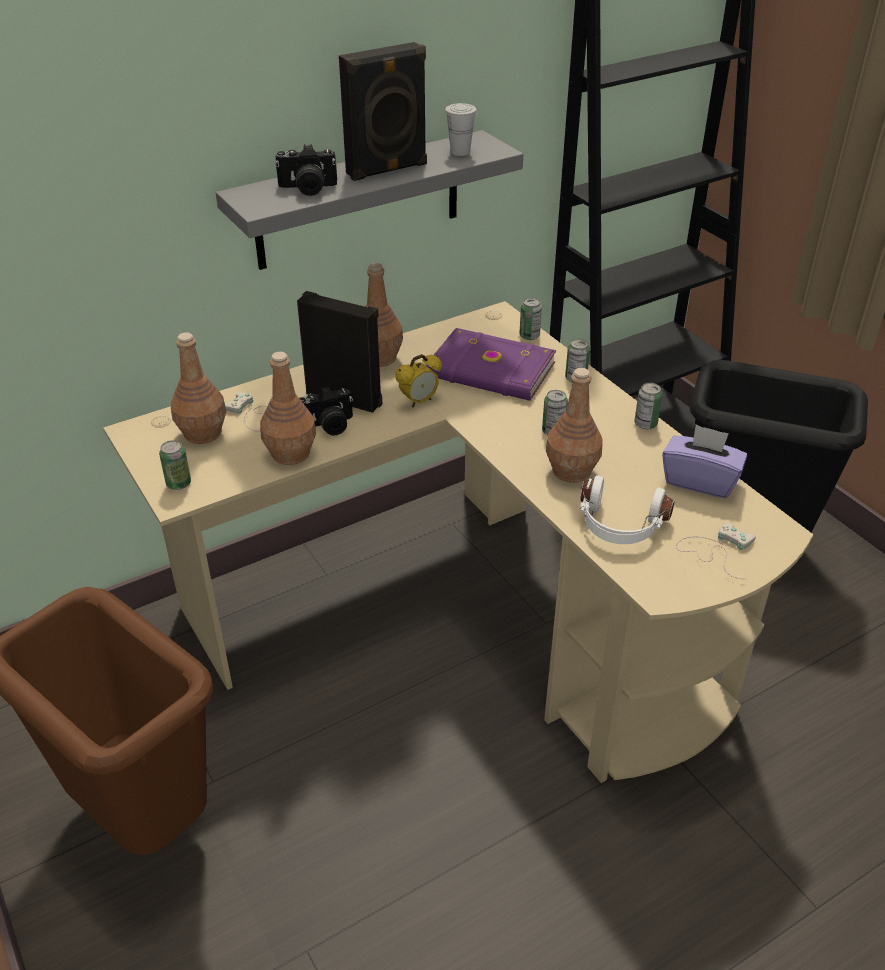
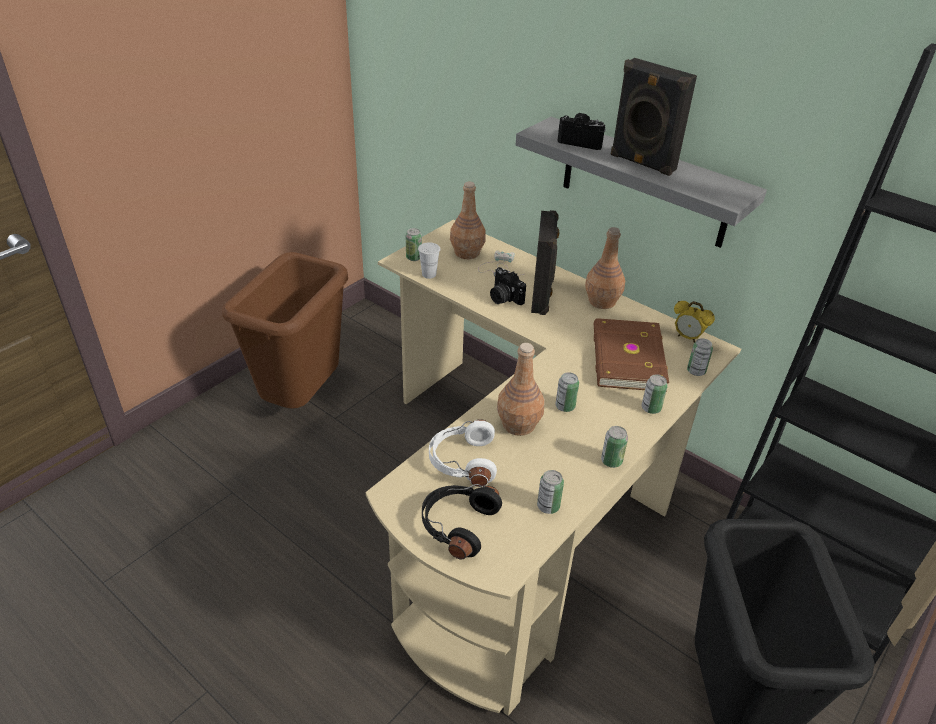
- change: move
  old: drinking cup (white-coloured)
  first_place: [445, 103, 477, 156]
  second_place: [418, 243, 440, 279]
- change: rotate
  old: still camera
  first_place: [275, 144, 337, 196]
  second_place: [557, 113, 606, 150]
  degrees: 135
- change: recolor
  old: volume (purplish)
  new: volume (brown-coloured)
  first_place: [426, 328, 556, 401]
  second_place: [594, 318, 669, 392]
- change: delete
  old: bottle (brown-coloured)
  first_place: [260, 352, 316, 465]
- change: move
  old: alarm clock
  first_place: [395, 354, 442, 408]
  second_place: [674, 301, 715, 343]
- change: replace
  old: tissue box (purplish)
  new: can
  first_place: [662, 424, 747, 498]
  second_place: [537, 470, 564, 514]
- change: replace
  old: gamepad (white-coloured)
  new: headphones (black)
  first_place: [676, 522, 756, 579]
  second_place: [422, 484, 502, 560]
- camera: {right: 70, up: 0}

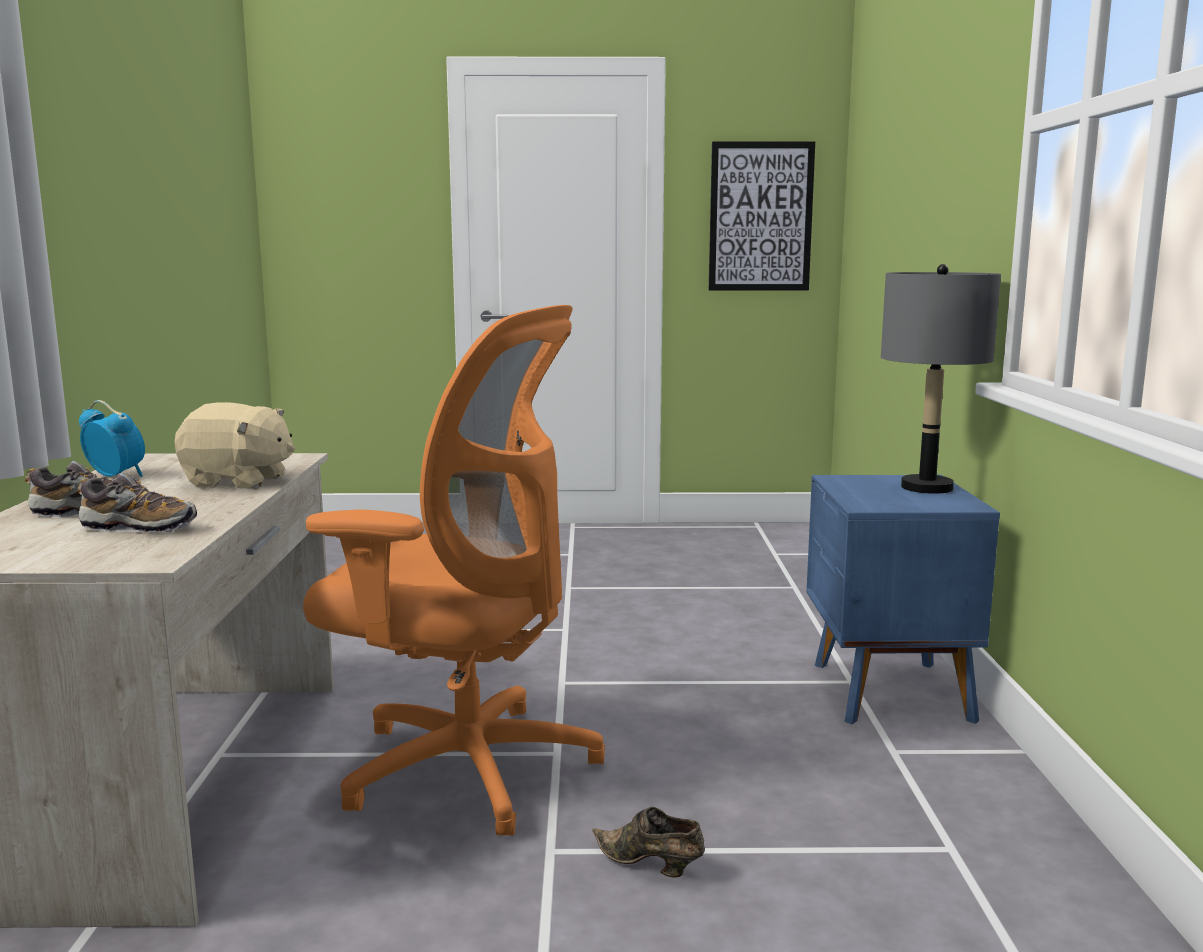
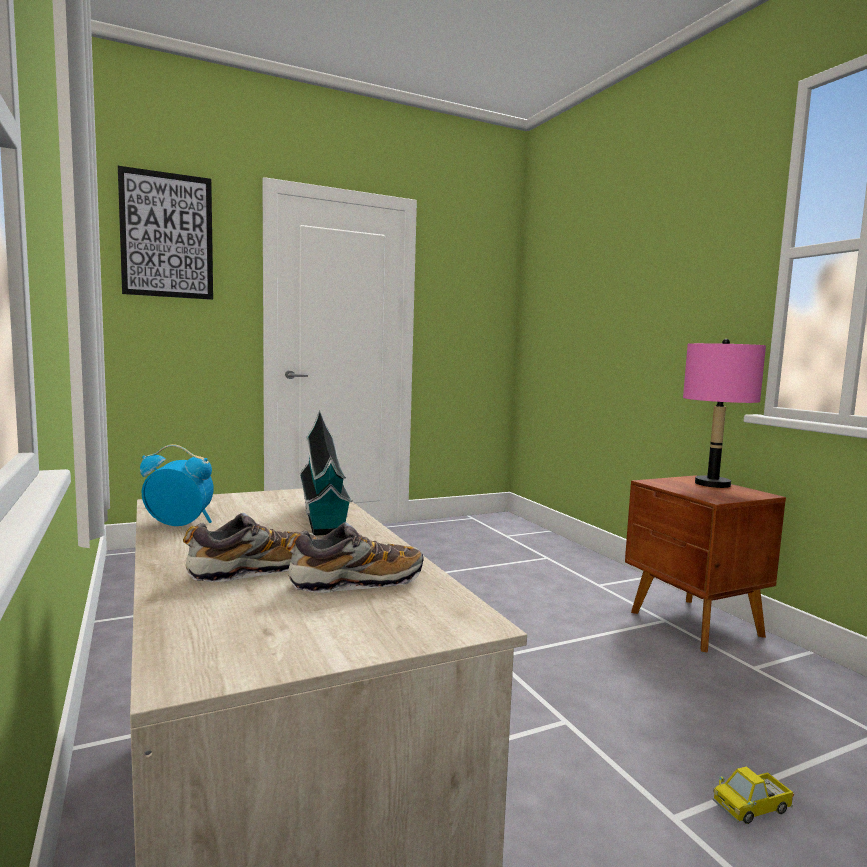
- change: move
  old: wall art
  first_place: [709, 141, 815, 290]
  second_place: [118, 166, 213, 300]
- change: recolor
  old: tabletop lamp (greyish)
  new: tabletop lamp (pink)
  first_place: [881, 264, 1001, 494]
  second_place: [683, 339, 766, 488]
- change: delete
  old: computer chair (orangey)
  first_place: [303, 305, 605, 836]
- change: replace
  old: cuddly toy (beige-coloured)
  new: toy house
  first_place: [175, 402, 295, 489]
  second_place: [300, 410, 353, 536]
- change: recolor
  old: bedside table (blue-coloured)
  new: bedside table (brown-coloured)
  first_place: [806, 475, 1000, 724]
  second_place: [625, 475, 786, 653]
- change: replace
  old: shoe (brown-coloured)
  new: toy truck
  first_place: [592, 807, 705, 878]
  second_place: [713, 766, 794, 824]
- camera: {right: -25, up: -5}

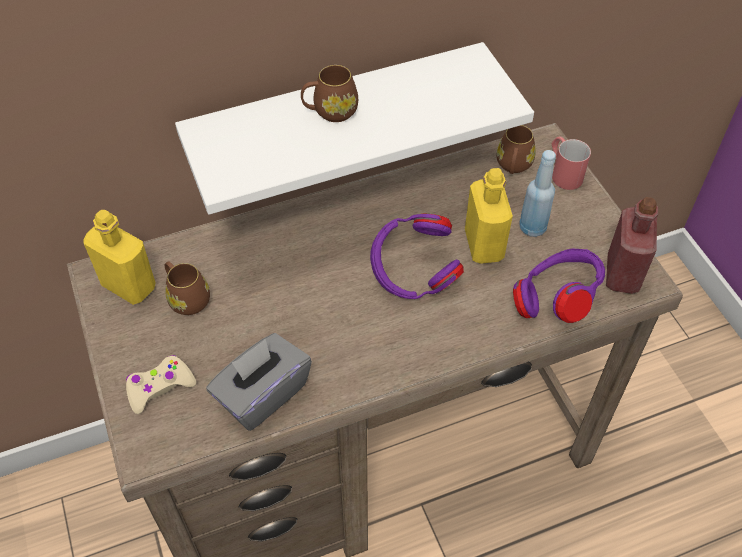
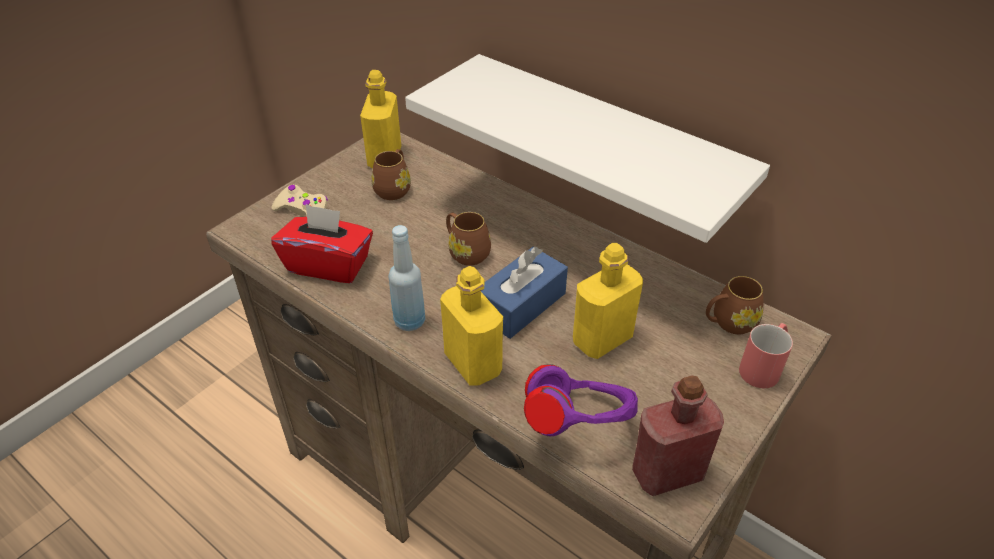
- change: move
  old: tea mug (brown-coloured)
  first_place: [301, 65, 358, 122]
  second_place: [446, 212, 491, 266]
- change: move
  old: bottle (blue-coloured)
  first_place: [519, 150, 556, 237]
  second_place: [388, 225, 426, 331]
- change: replace
  old: headphones (purplish)
  new: tissue box (blue-coloured)
  first_place: [370, 213, 464, 299]
  second_place: [481, 247, 568, 339]
- change: recolor
  old: tissue box (greyish)
  new: tissue box (red)
  first_place: [206, 333, 312, 431]
  second_place: [271, 204, 373, 283]
- change: insert
  new: bottle (yellow)
  second_place: [440, 266, 503, 386]
- camera: {right: 60, up: -10}

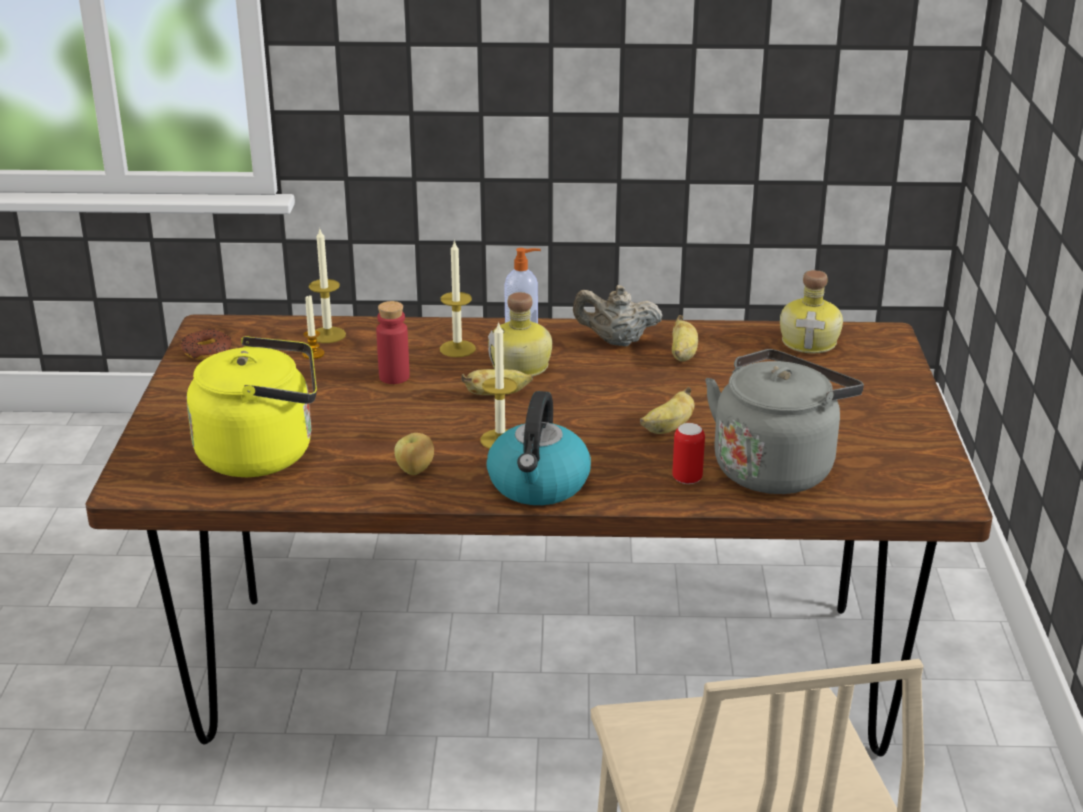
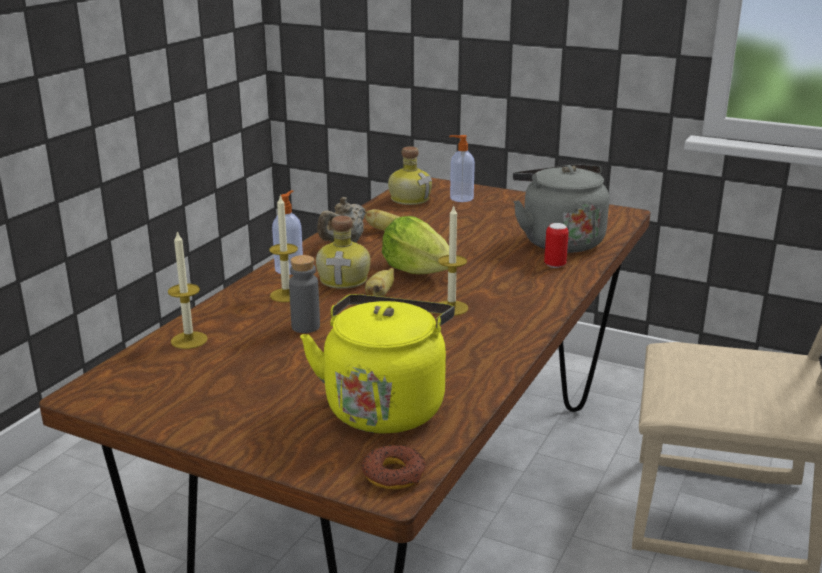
- change: delete
  old: wax candle
  first_place: [302, 294, 325, 359]
- change: recolor
  old: bottle (red)
  new: bottle (greyish)
  first_place: [376, 301, 410, 384]
  second_place: [289, 255, 320, 333]
- change: move
  old: ring doughnut
  first_place: [181, 329, 232, 360]
  second_place: [361, 445, 425, 489]
- change: delete
  old: whole banana
  first_place: [640, 387, 695, 434]
- change: delete
  old: kettle
  first_place: [486, 391, 591, 505]
- change: delete
  old: apple
  first_place: [394, 433, 434, 475]
- change: insert
  new: soap dispenser
  second_place: [449, 135, 475, 202]
- change: insert
  new: lettuce head
  second_place: [382, 216, 449, 274]
- camera: {right: -65, up: -5}

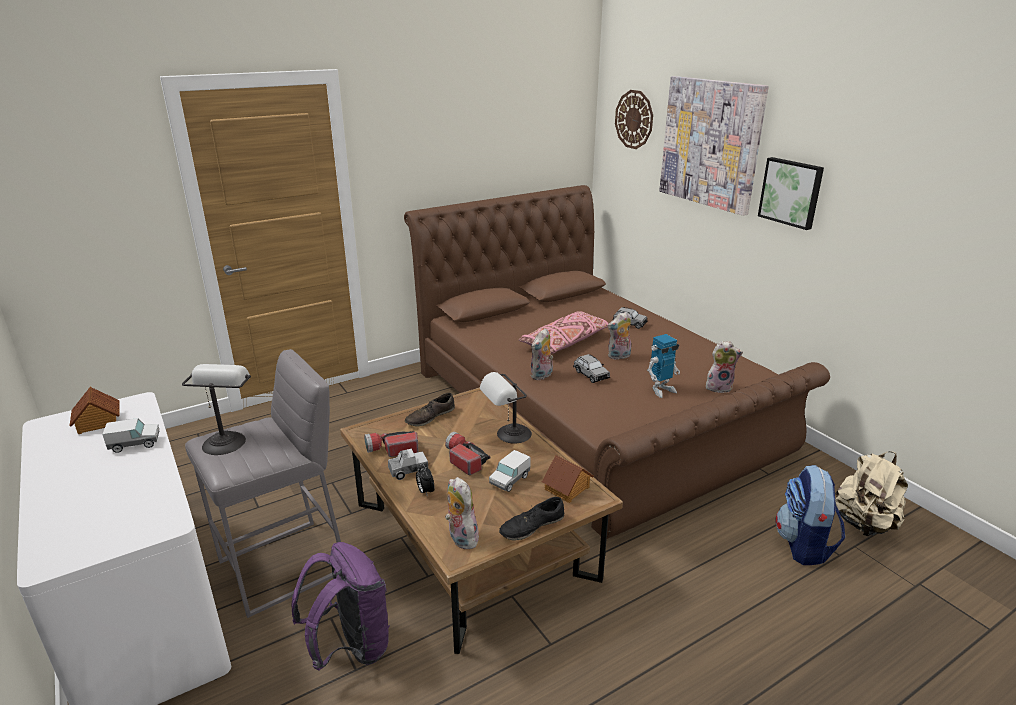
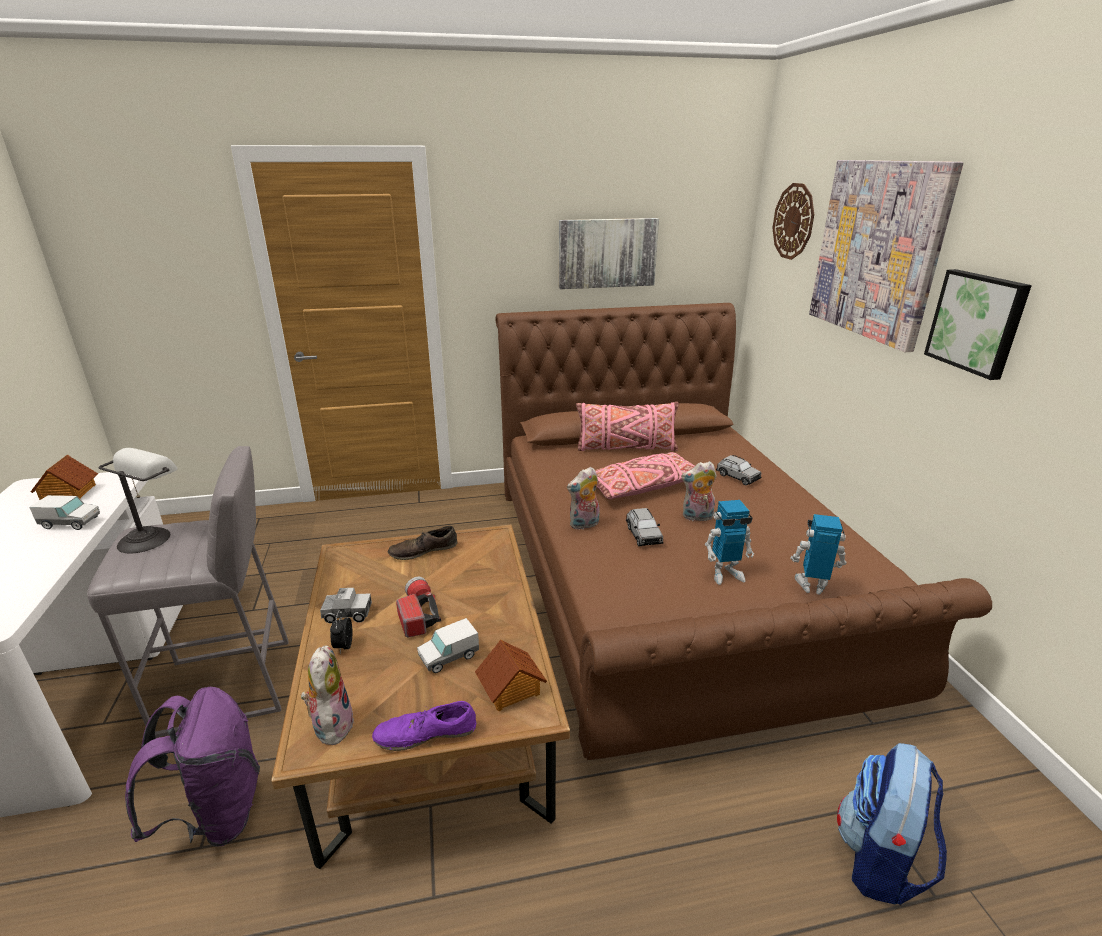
- change: replace
  old: cuddly toy
  new: robot figure
  first_place: [706, 341, 743, 393]
  second_place: [790, 514, 847, 595]
- change: delete
  old: tabletop lamp
  first_place: [480, 372, 532, 444]
- change: delete
  old: torch
  first_place: [364, 431, 419, 457]
- change: delete
  old: knapsack (beige-coloured)
  first_place: [835, 451, 908, 537]
- change: recolor
  old: shoe (black)
  new: shoe (purplish)
  first_place: [499, 497, 564, 540]
  second_place: [372, 701, 476, 751]
- change: insert
  new: wall art
  second_place: [559, 218, 659, 289]
- change: insert
  new: pillow (pink)
  second_place: [576, 402, 679, 451]
- camera: {right: 20, up: 0}

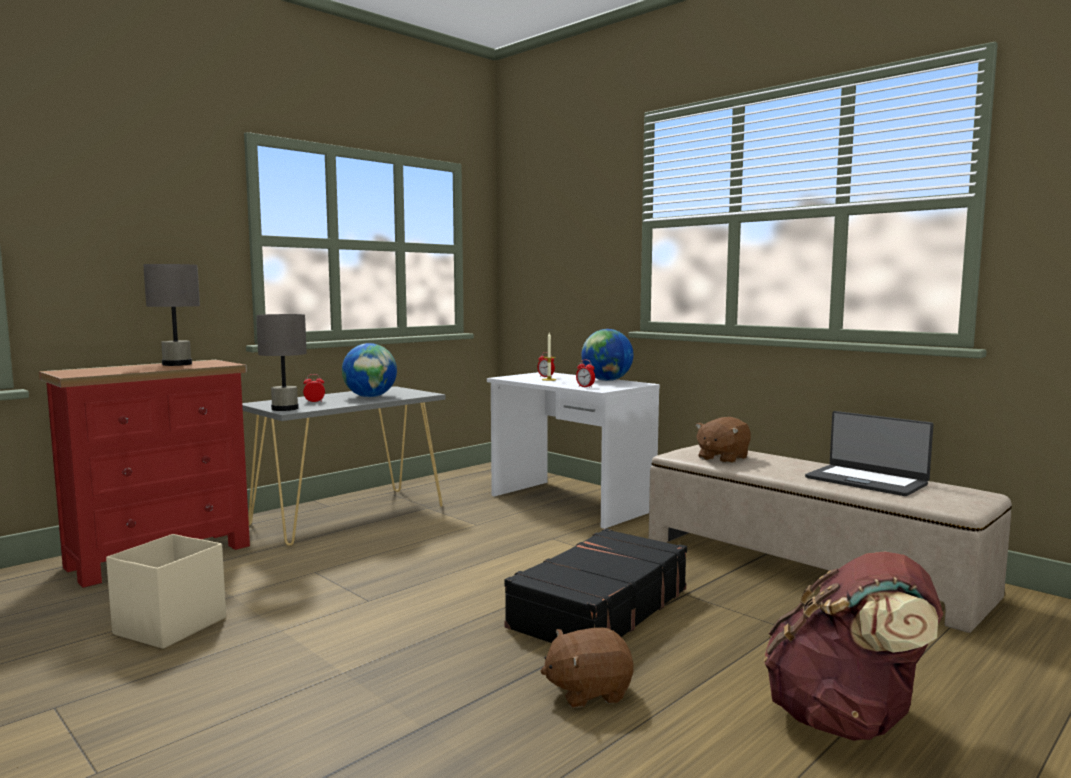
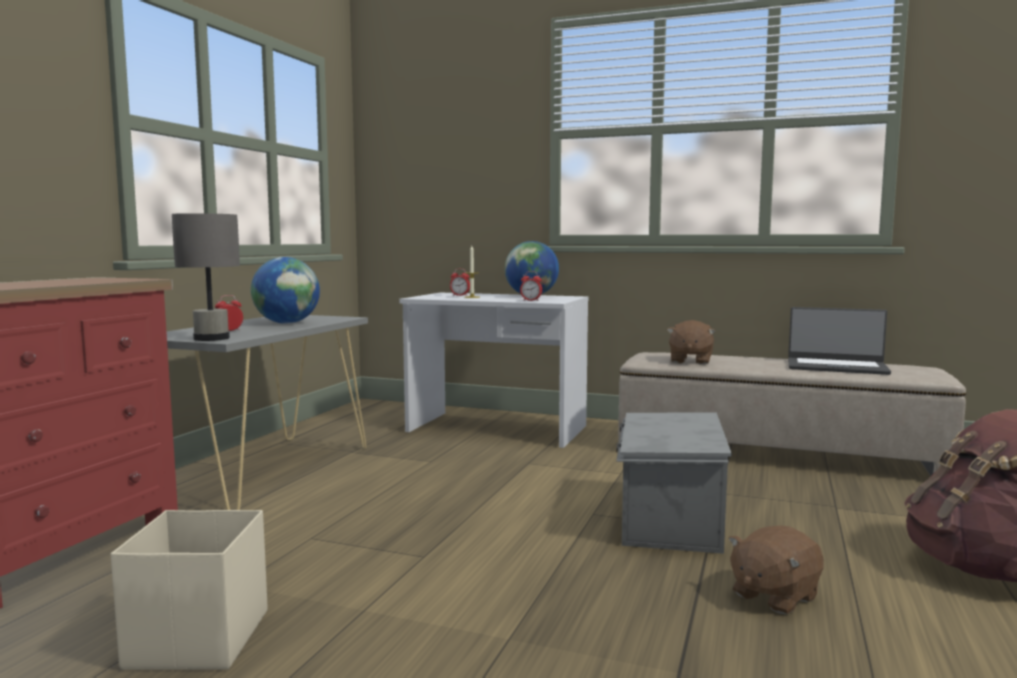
- change: delete
  old: tabletop lamp (greyish)
  first_place: [144, 264, 200, 366]
- change: replace
  old: travel case (black)
  new: storage bin (greyish)
  first_place: [504, 528, 687, 643]
  second_place: [616, 413, 732, 554]
- camera: {right: -25, up: 0}

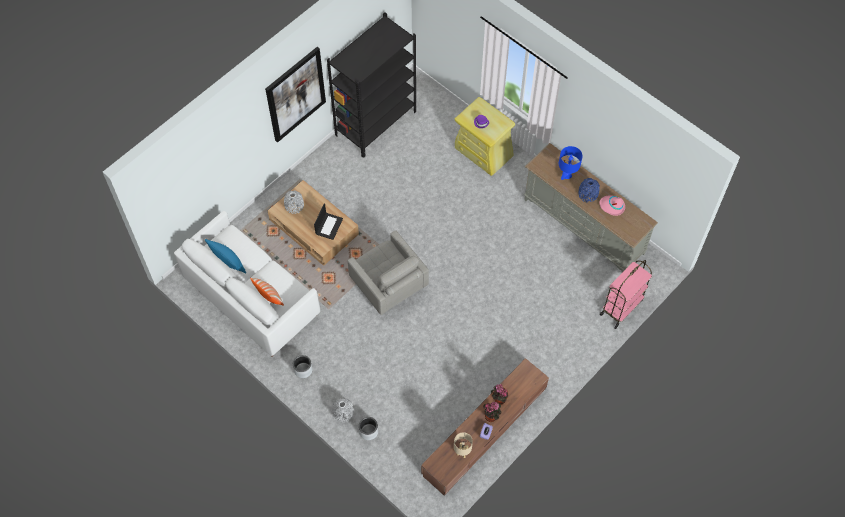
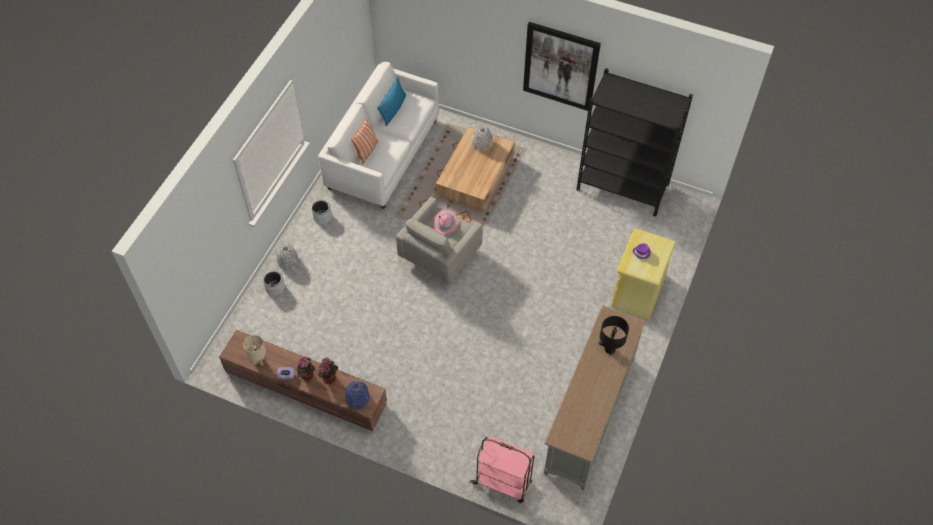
- change: recolor
  old: tabletop lamp (blue-coloured)
  new: tabletop lamp (black)
  first_place: [559, 146, 582, 180]
  second_place: [599, 316, 629, 355]
- change: move
  old: vase (blue-coloured)
  first_place: [578, 178, 600, 203]
  second_place: [345, 381, 369, 409]
- change: move
  old: clothing hat (pink)
  first_place: [599, 195, 625, 216]
  second_place: [434, 210, 458, 234]
- change: delete
  old: portable computer
  first_place: [314, 203, 343, 240]
- camera: {right: 70, up: -5}

